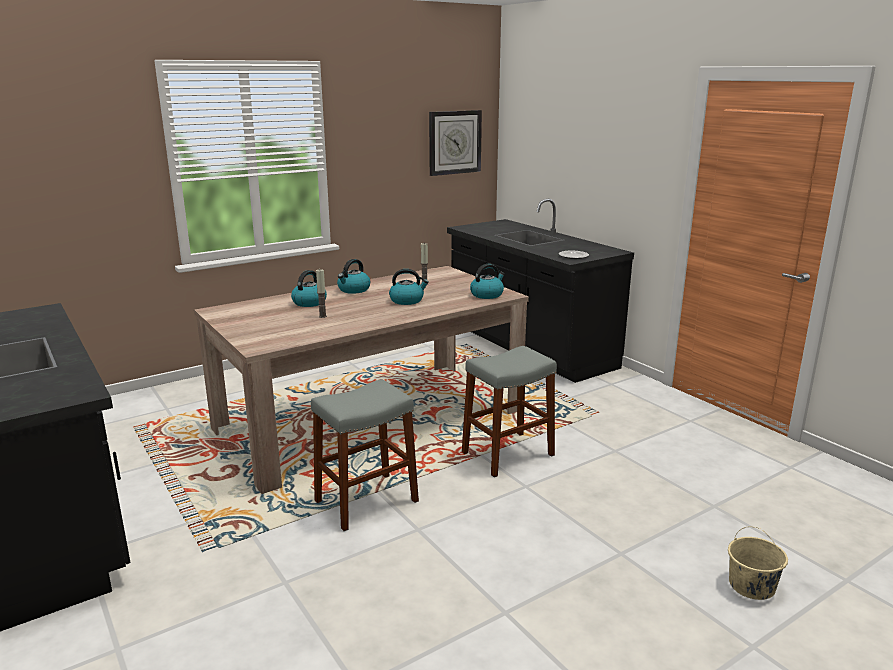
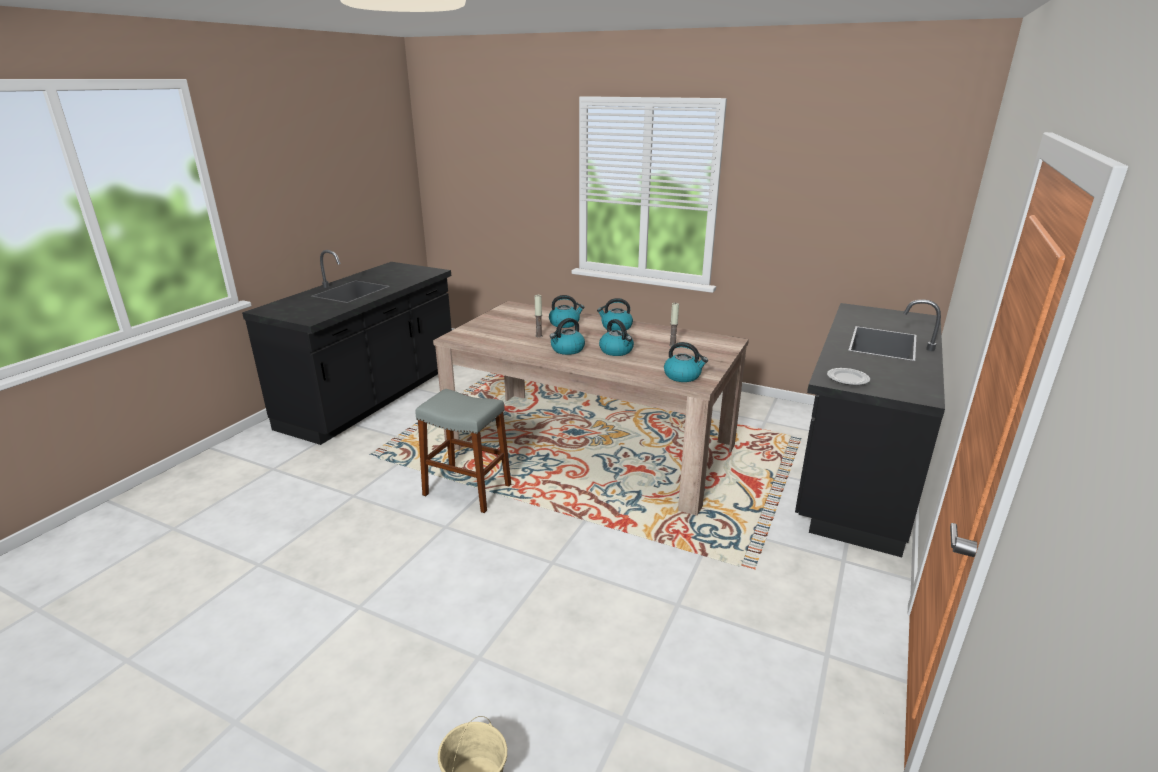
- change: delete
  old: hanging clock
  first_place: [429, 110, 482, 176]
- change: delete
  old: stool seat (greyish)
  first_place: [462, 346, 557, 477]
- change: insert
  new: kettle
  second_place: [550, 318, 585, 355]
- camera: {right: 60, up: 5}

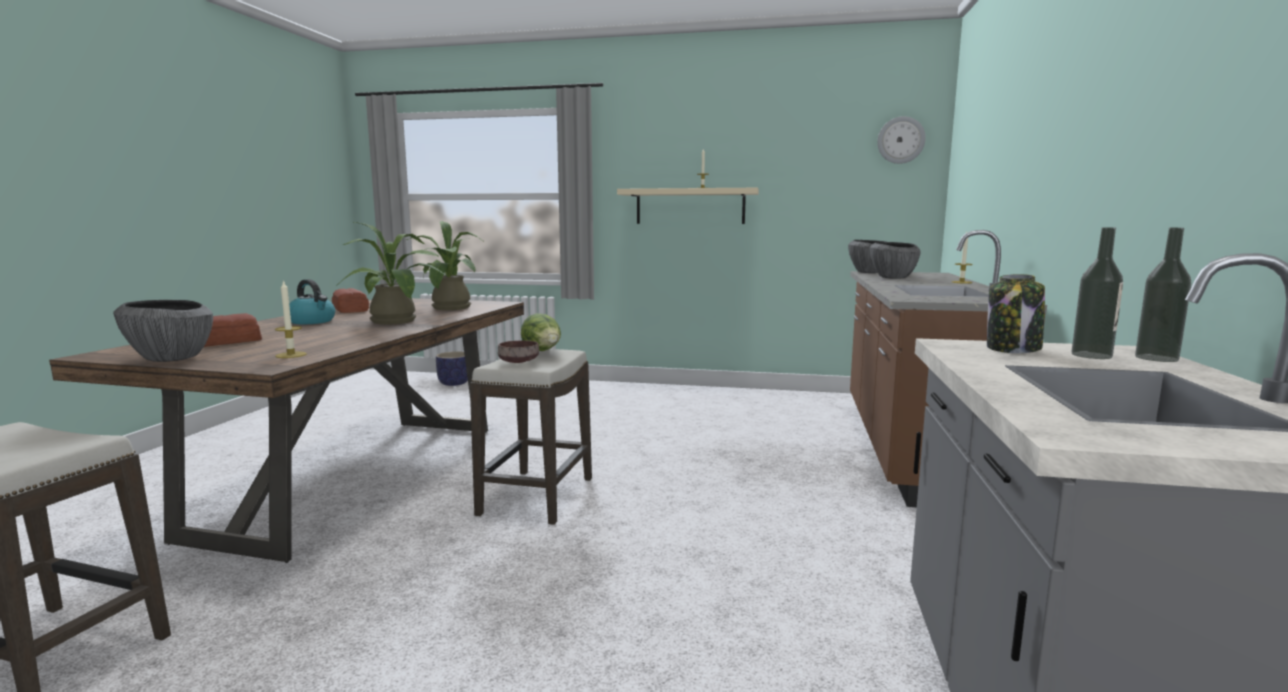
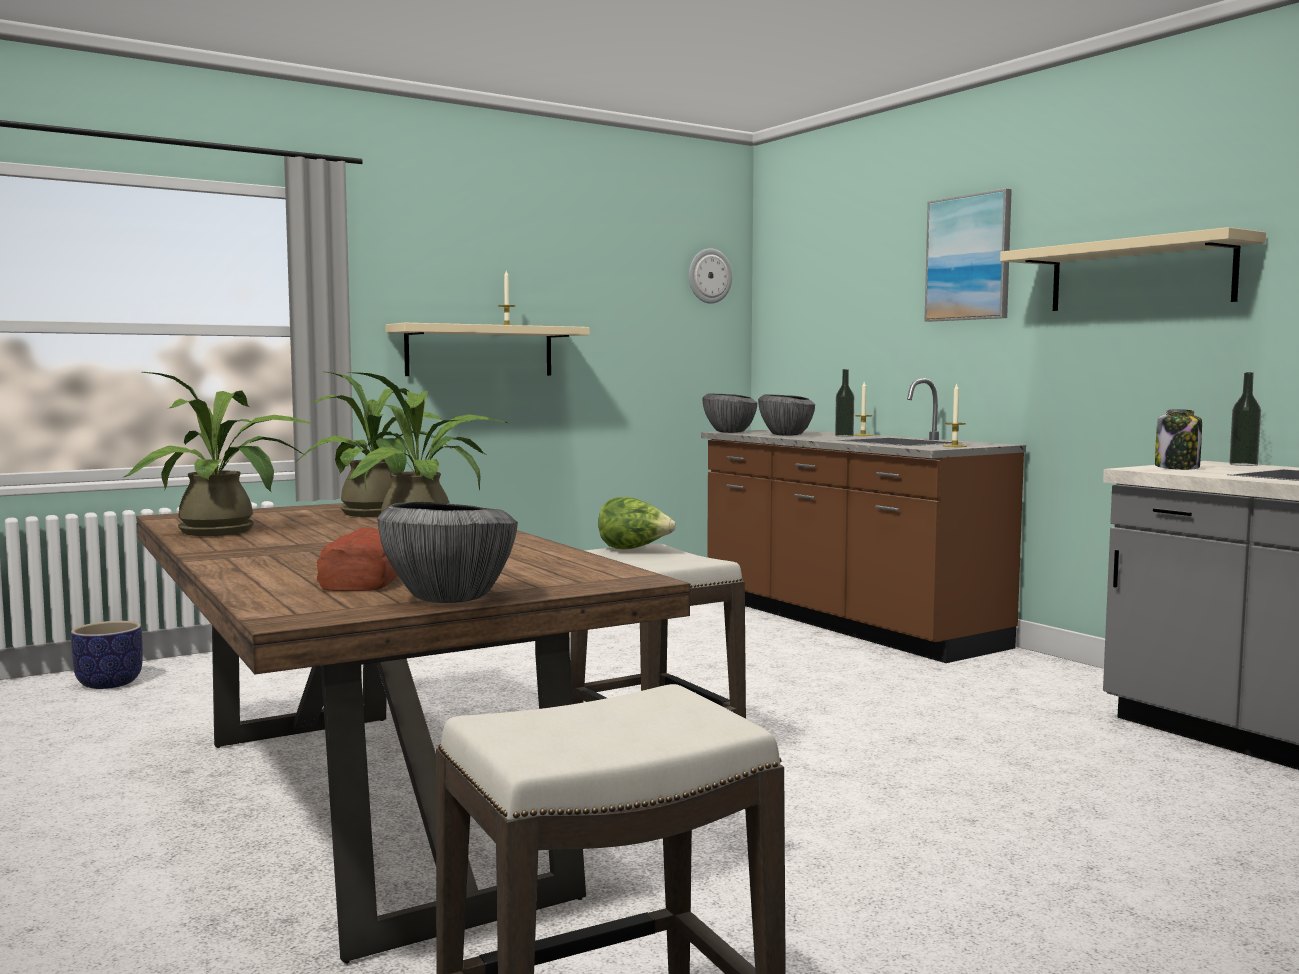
- change: move
  old: bottle
  first_place: [1071, 227, 1123, 359]
  second_place: [835, 369, 854, 437]
- change: delete
  old: kettle
  first_place: [289, 279, 335, 324]
- change: move
  old: wax candle
  first_place: [275, 280, 307, 358]
  second_place: [943, 383, 967, 447]
- change: replace
  old: baked bread
  new: houseplant
  first_place: [332, 288, 369, 313]
  second_place: [124, 372, 312, 536]
- change: delete
  old: deep dish (brown-coloured)
  first_place: [498, 340, 539, 363]
- change: insert
  new: wall art
  second_place: [924, 189, 1012, 322]
- change: insert
  new: wall shelf (beige-coloured)
  second_place: [1000, 227, 1266, 311]
- camera: {right: -45, up: -5}

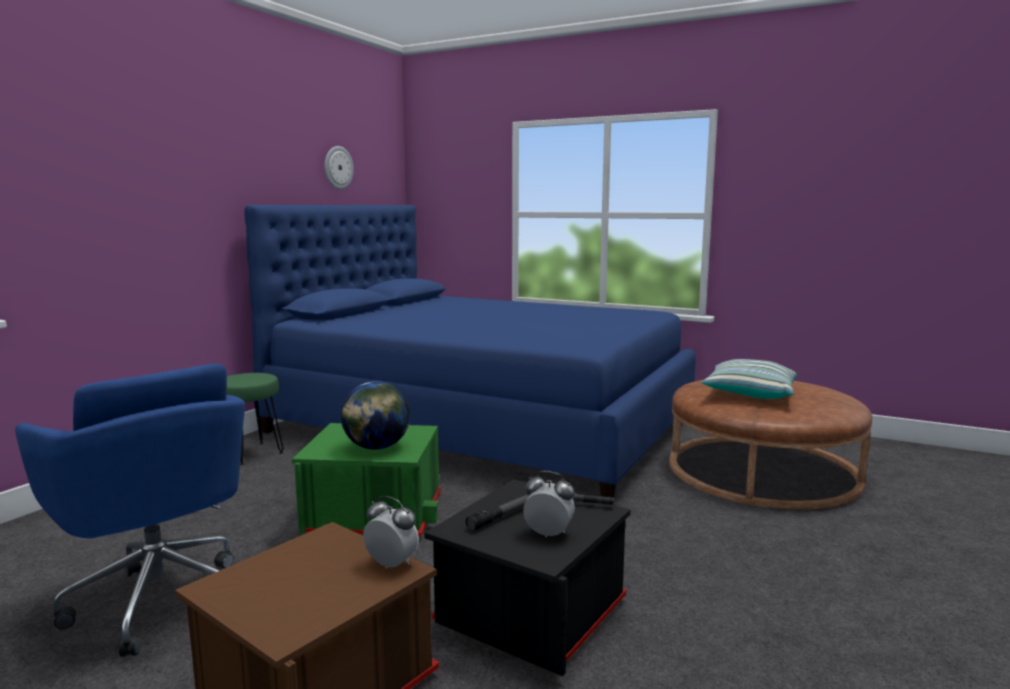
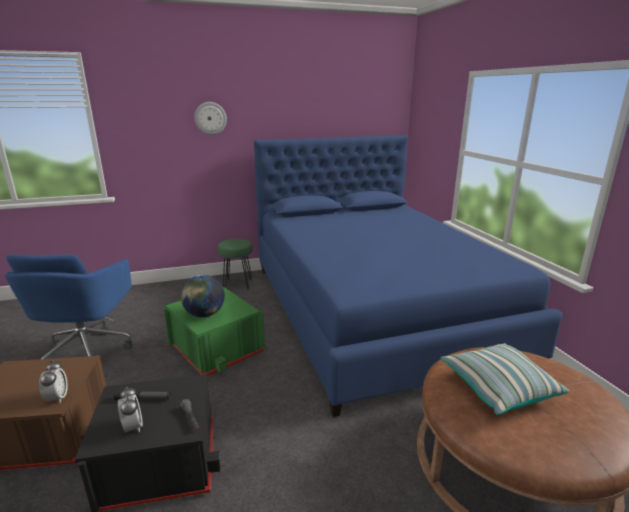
- change: move
  old: hanging clock
  first_place: [325, 146, 354, 190]
  second_place: [194, 102, 227, 135]
- camera: {right: 45, up: 10}

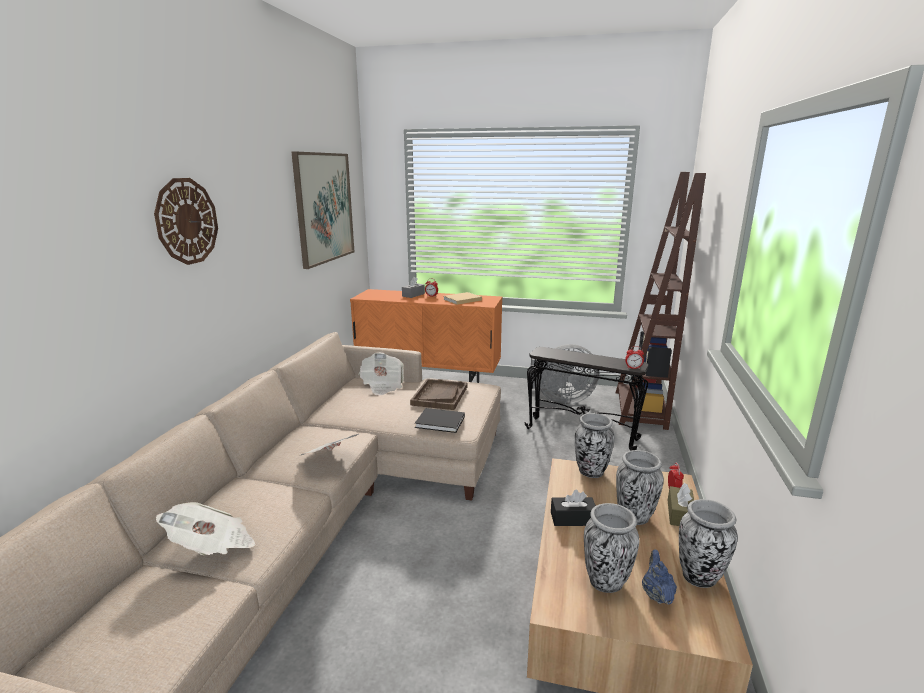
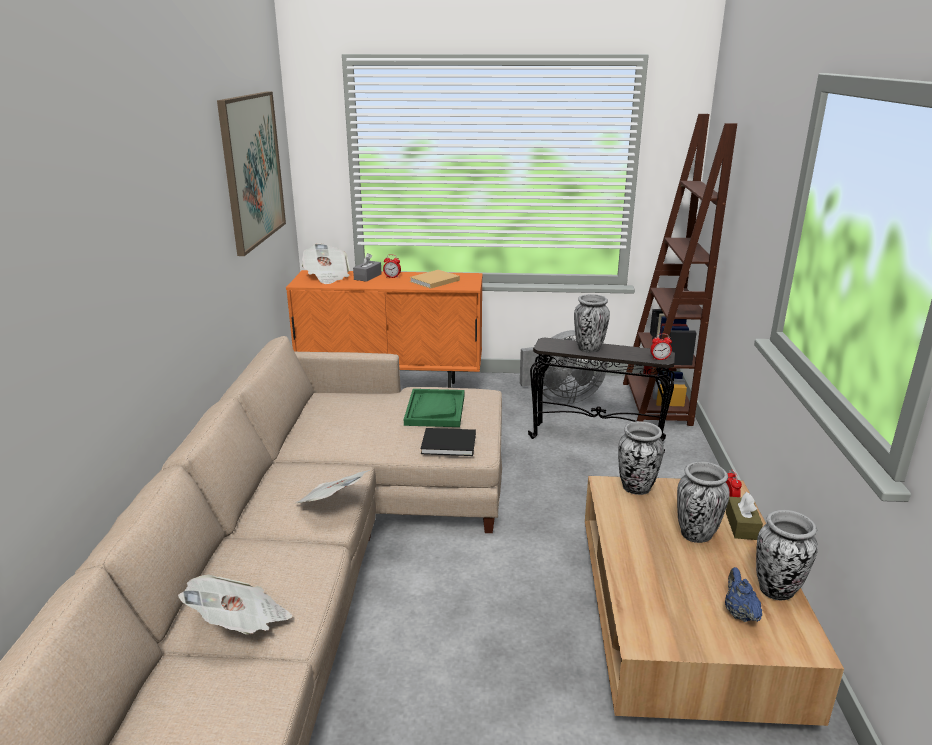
- change: delete
  old: hanging clock
  first_place: [154, 178, 218, 265]
- change: move
  old: printed paper
  first_place: [359, 352, 404, 396]
  second_place: [302, 243, 350, 284]
- change: recolor
  old: tray (brown-coloured)
  new: tray (greenish)
  first_place: [410, 379, 467, 410]
  second_place: [404, 389, 465, 427]
- change: delete
  old: tissue box (black)
  first_place: [551, 490, 596, 526]
- change: move
  old: vase
  first_place: [584, 503, 639, 593]
  second_place: [574, 294, 610, 352]
- camera: {right: -10, up: 5}

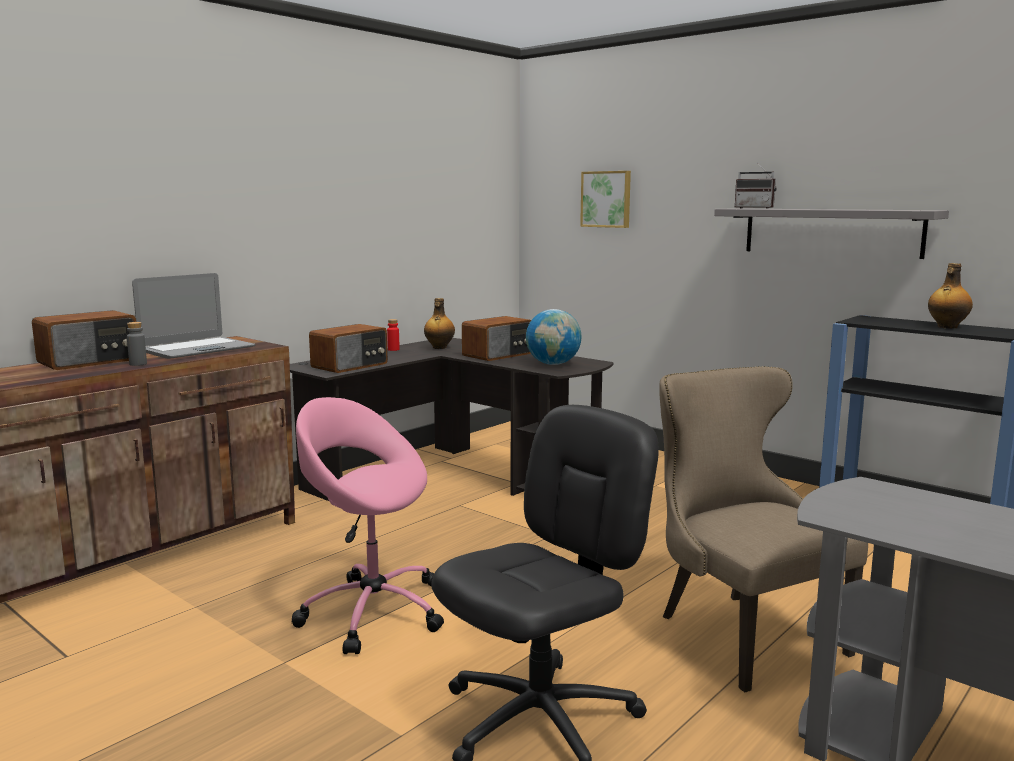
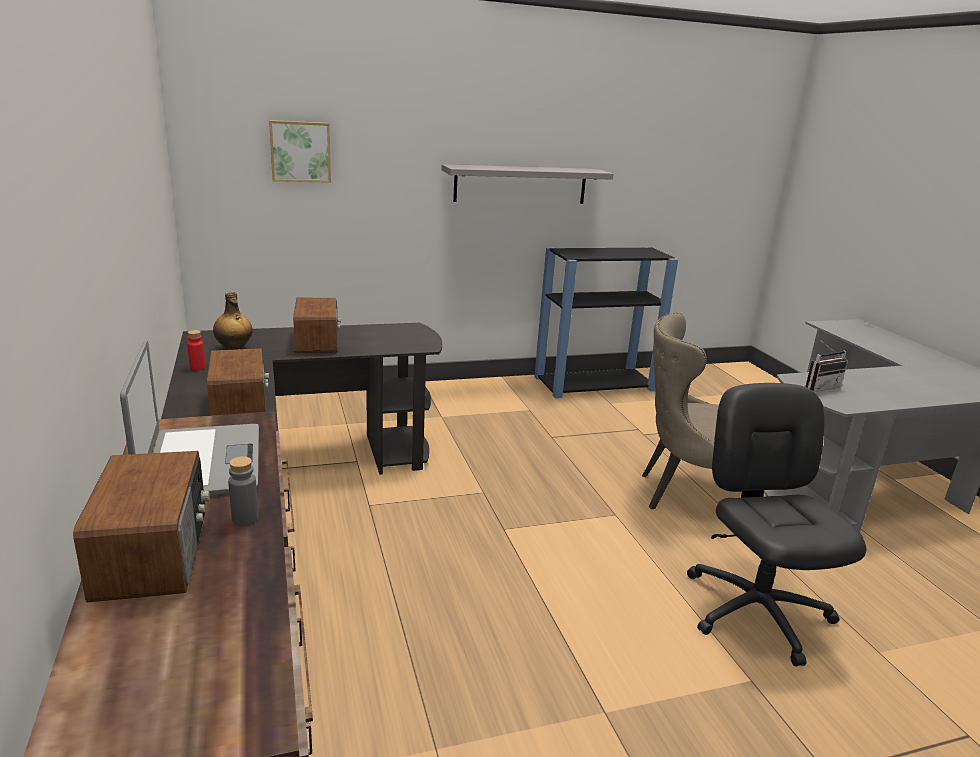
- change: move
  old: radio set
  first_place: [735, 164, 776, 209]
  second_place: [805, 339, 848, 392]
- change: delete
  old: bottle
  first_place: [928, 263, 973, 328]
- change: delete
  old: globe
  first_place: [526, 309, 582, 365]
- change: delete
  old: computer chair (pink)
  first_place: [292, 397, 444, 654]
- camera: {right: -60, up: 10}

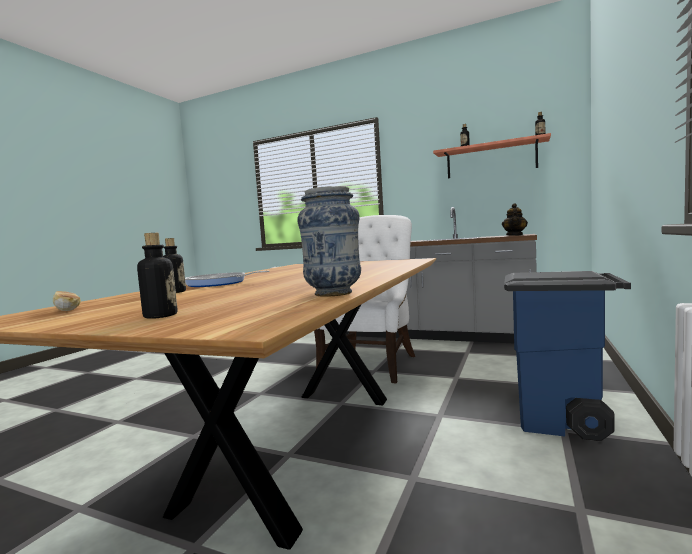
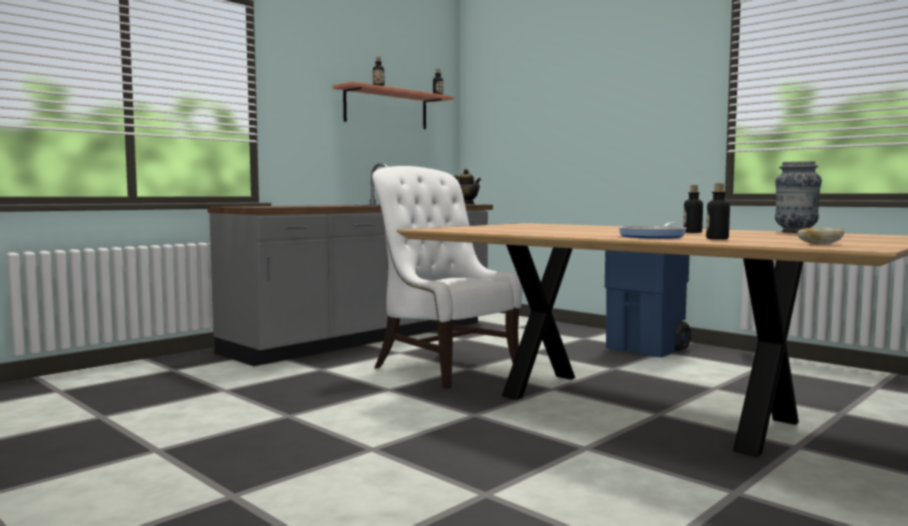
- change: move
  old: bottle
  first_place: [137, 233, 177, 319]
  second_place: [683, 185, 703, 233]
- camera: {right: -70, up: 0}

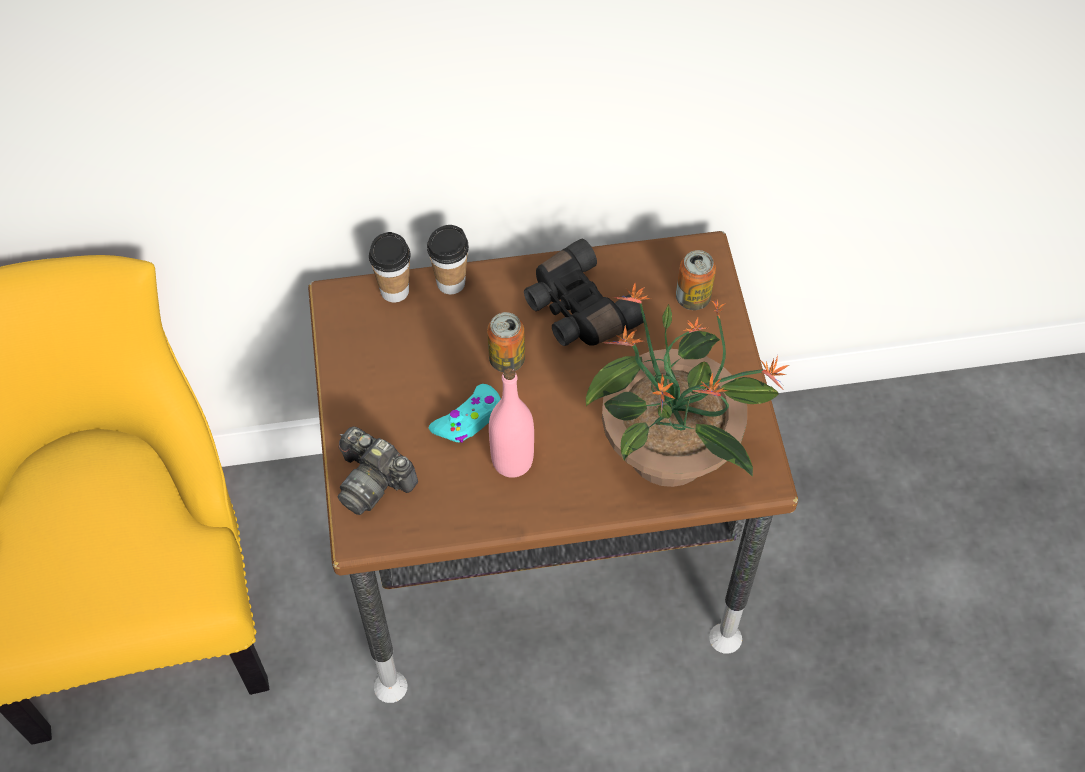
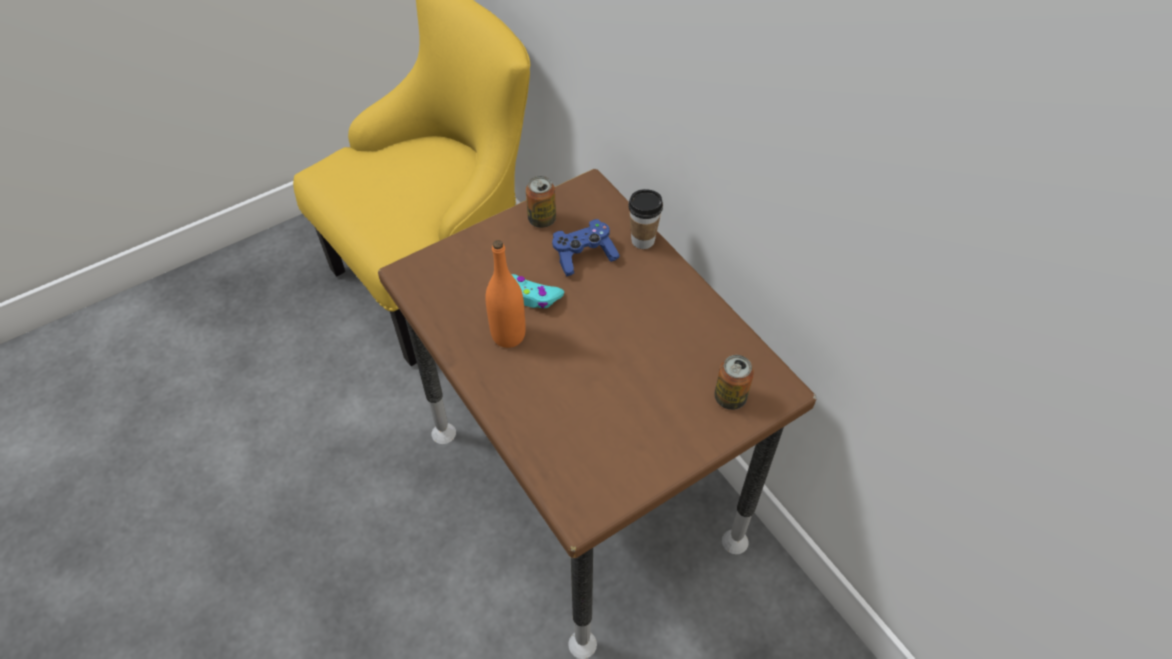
- change: delete
  old: drinking cup
  first_place: [369, 232, 411, 303]
- change: delete
  old: binoculars (black)
  first_place: [524, 239, 645, 346]
- change: delete
  old: houseplant
  first_place: [586, 283, 789, 487]
- change: move
  old: can
  first_place: [487, 312, 525, 372]
  second_place: [526, 176, 556, 228]
- change: recolor
  old: bottle (pink)
  new: bottle (orangey)
  first_place: [489, 368, 534, 478]
  second_place: [486, 240, 526, 348]
- change: delete
  old: still camera
  first_place: [338, 427, 418, 515]
- change: insert
  new: gamepad (blue-coloured)
  second_place: [552, 219, 620, 276]
- camera: {right: 65, up: -5}

